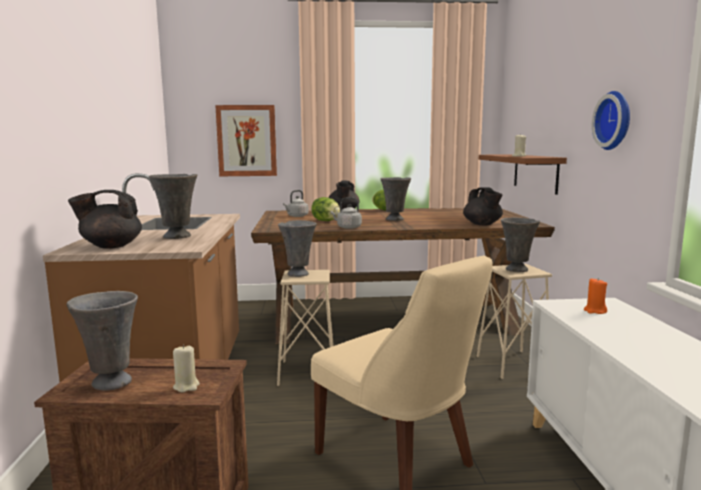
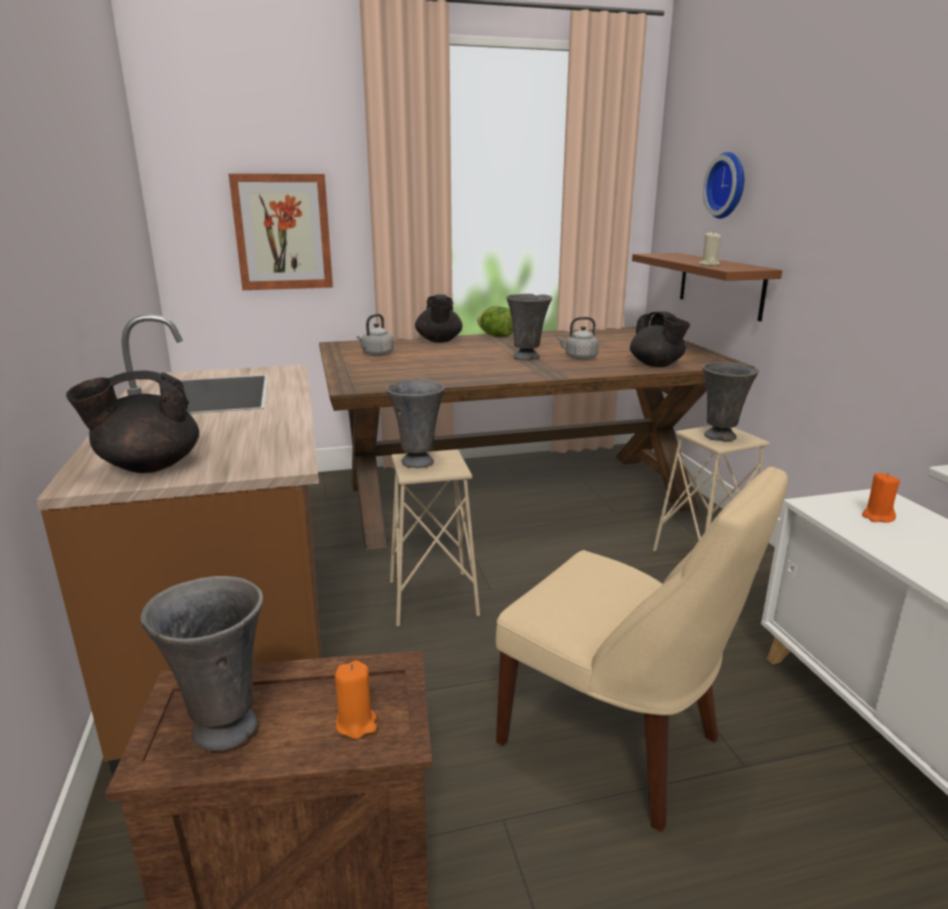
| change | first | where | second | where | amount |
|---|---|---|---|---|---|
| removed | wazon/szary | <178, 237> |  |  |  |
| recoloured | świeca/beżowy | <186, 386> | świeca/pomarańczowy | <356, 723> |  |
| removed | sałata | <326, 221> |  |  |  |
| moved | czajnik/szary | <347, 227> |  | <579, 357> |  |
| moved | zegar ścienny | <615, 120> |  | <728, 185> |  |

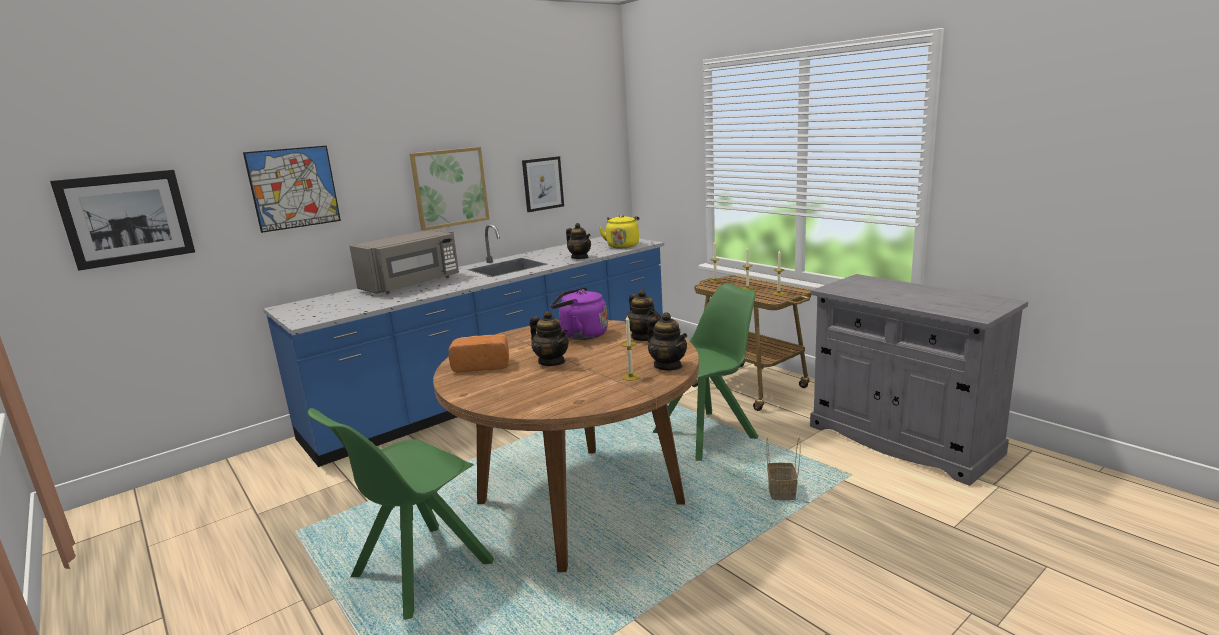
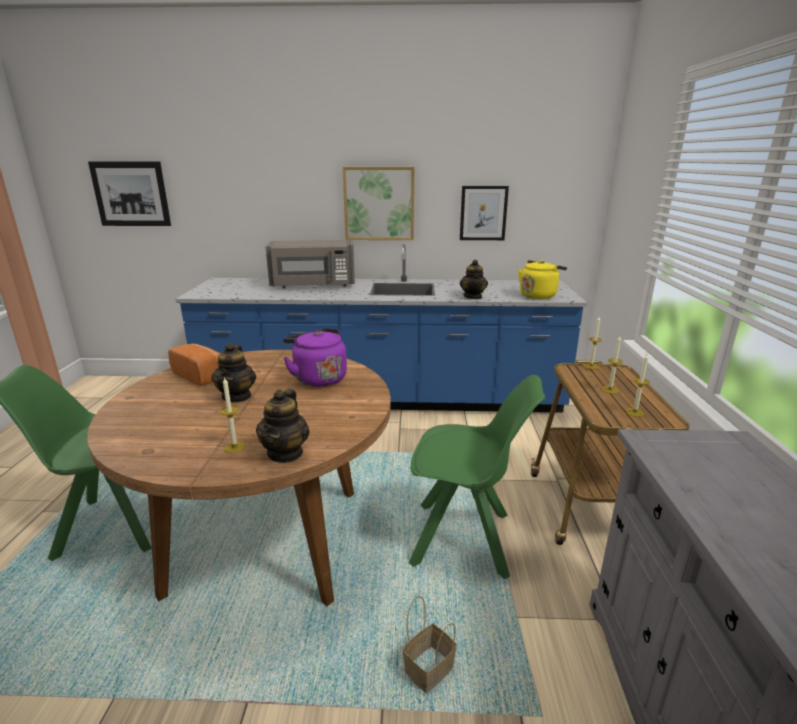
| change | first | where | second | where | amount |
|---|---|---|---|---|---|
| removed | obraz | <294, 188> |  |  |  |
| removed | imbryk | <644, 337> |  |  |  |

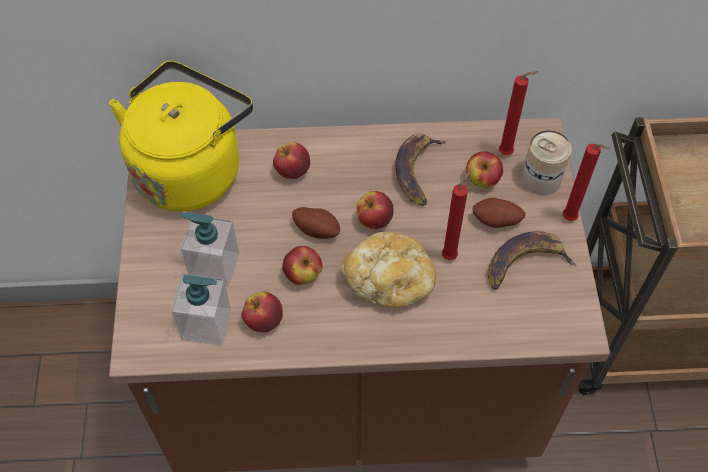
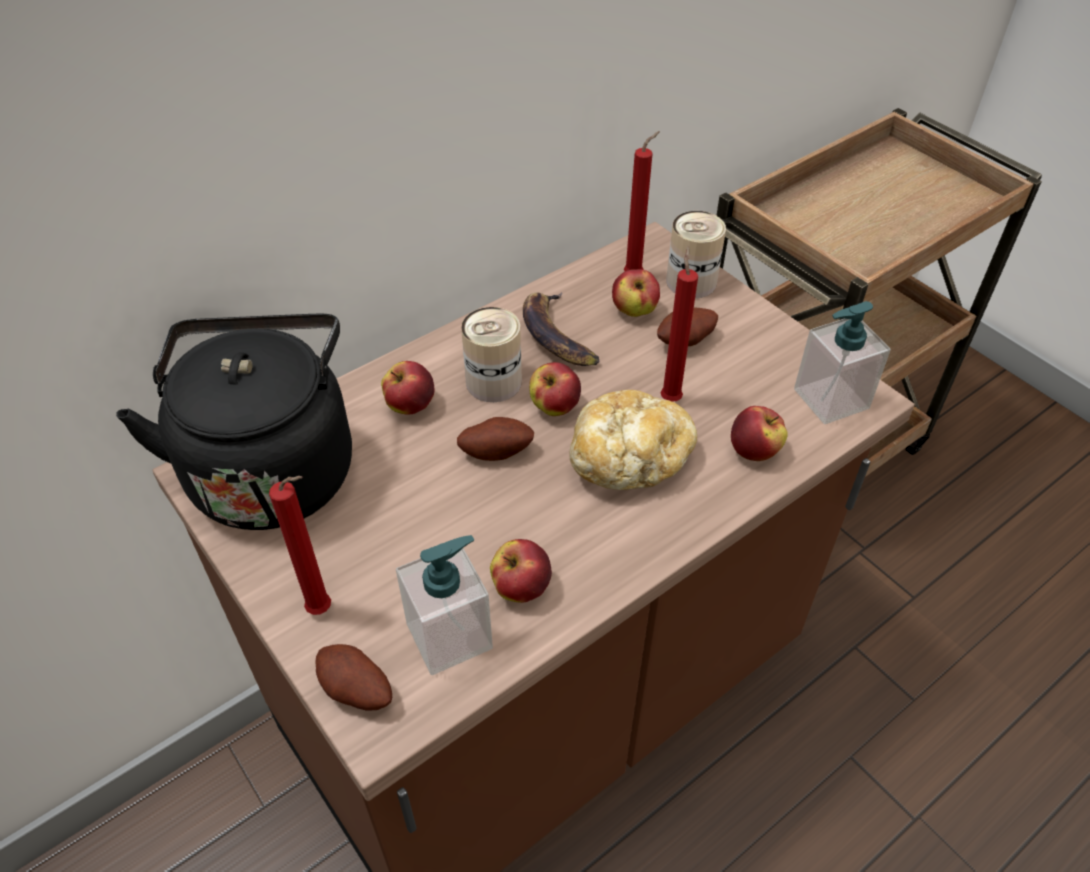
| change | first | where | second | where | amount |
|---|---|---|---|---|---|
| recoloured | czajnik/żółty | <191, 168> | czajnik/czarny | <272, 467> |  |
| moved | dozownik mydła | <214, 266> |  | <830, 399> |  |
| moved | jabłko | <303, 275> |  | <754, 451> |  |
| removed | banan | <525, 262> |  |  |  |
| moved | świeca/czerwony | <571, 219> |  | <324, 610> |  |
| added |  |  | ziemniak | <355, 692> |  |
| added |  |  | puszka | <493, 382> |  |

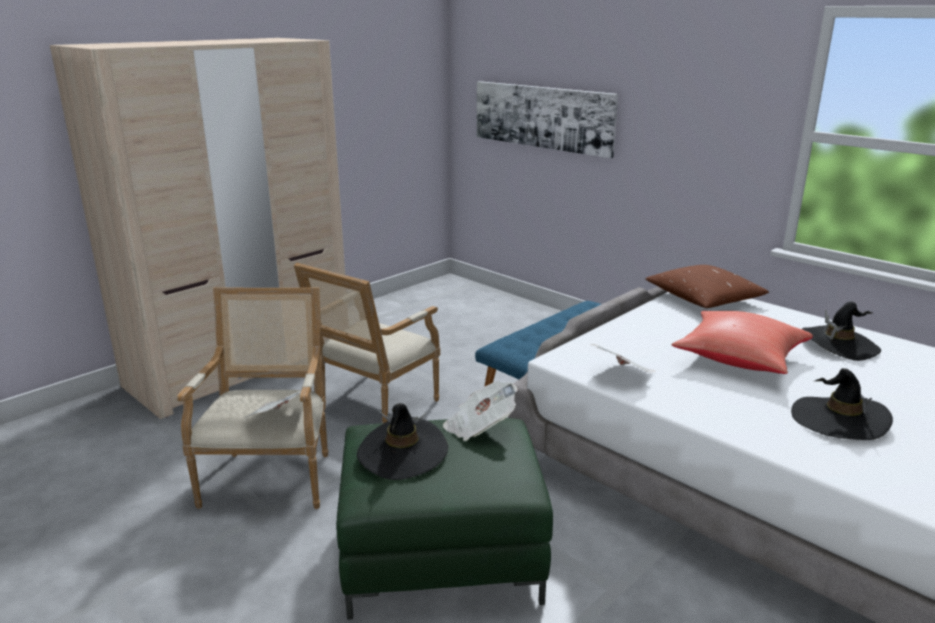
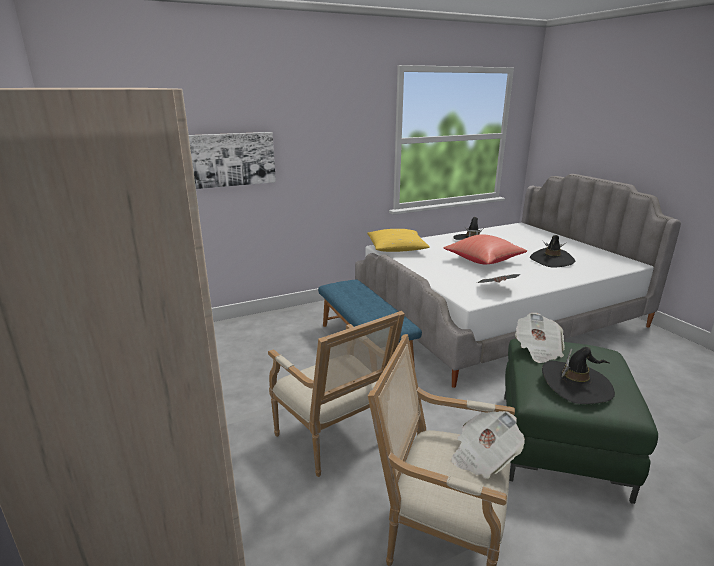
| change | first | where | second | where | amount |
|---|---|---|---|---|---|
| recoloured | poduszka/brązowy | <704, 299> | poduszka/żółty | <396, 248> |  |

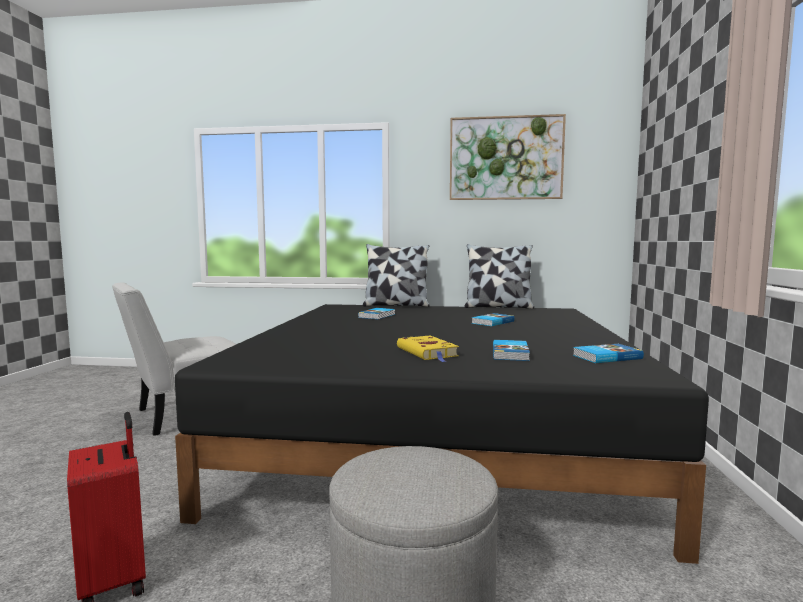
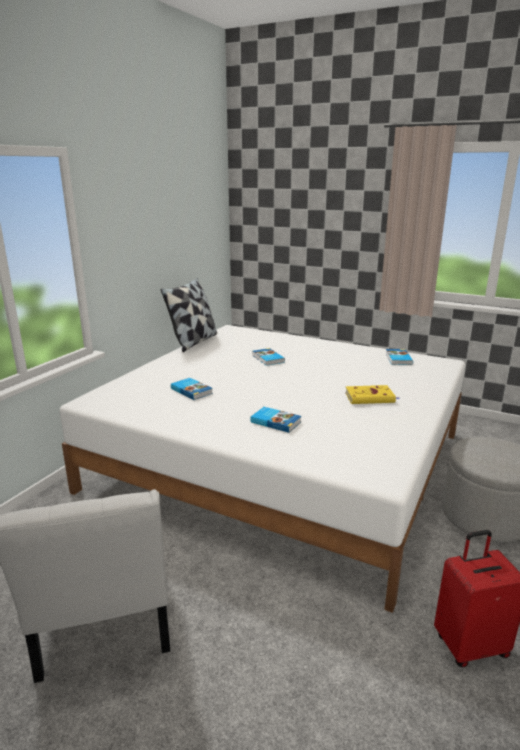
| change | first | where | second | where | amount |
|---|---|---|---|---|---|
| recoloured | łóżko/czarny | <438, 435> | łóżko/biały | <281, 461> |  |
| removed | poduszka | <396, 305> |  |  |  |
| removed | obraz | <505, 158> |  |  |  |
| moved | książka | <511, 353> |  | <276, 421> |  |

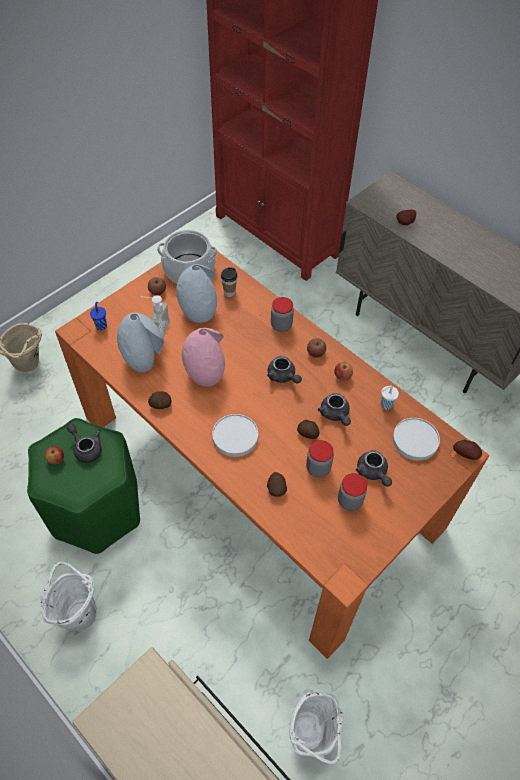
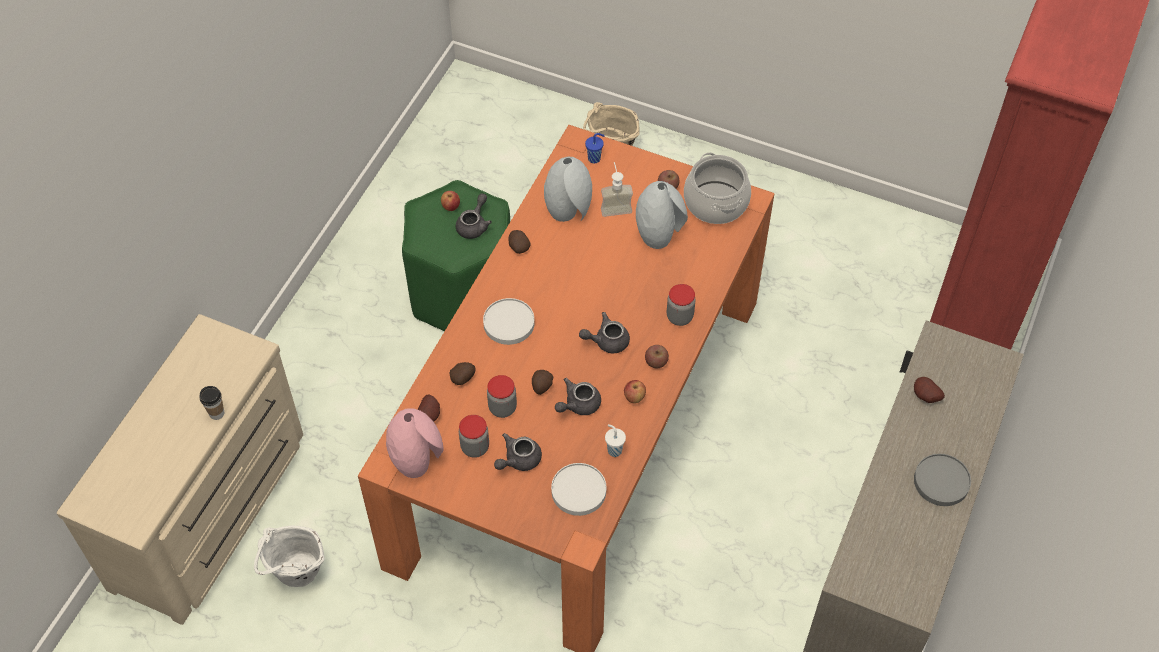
| change | first | where | second | where | amount |
|---|---|---|---|---|---|
| removed | wiadro/biały | <78, 611> |  |  |  |
| moved | wazon/różowy | <205, 373> |  | <417, 460> |  |
| moved | filiżanka | <229, 292> |  | <216, 413> |  |
| turned | imbryk/szary | <283, 377> |  | <606, 341> | 45 degrees clockwise |
| moved | ziemniak | <466, 453> |  | <430, 415> |  |
| added |  |  | talerz/szary | <941, 482> |  |

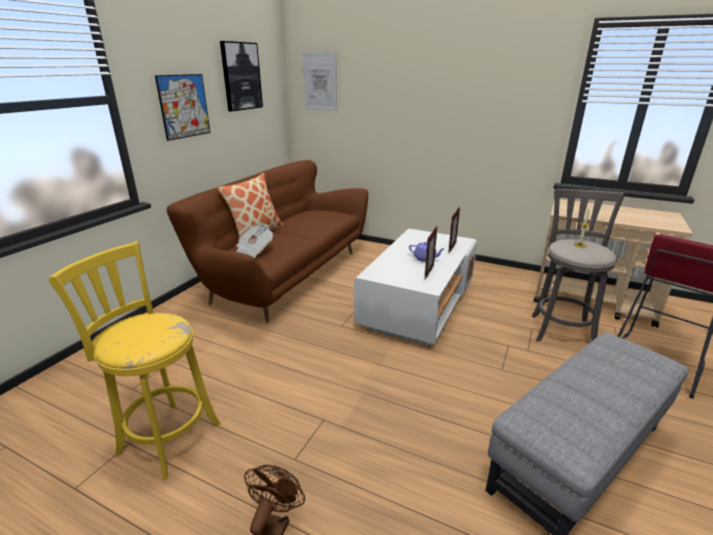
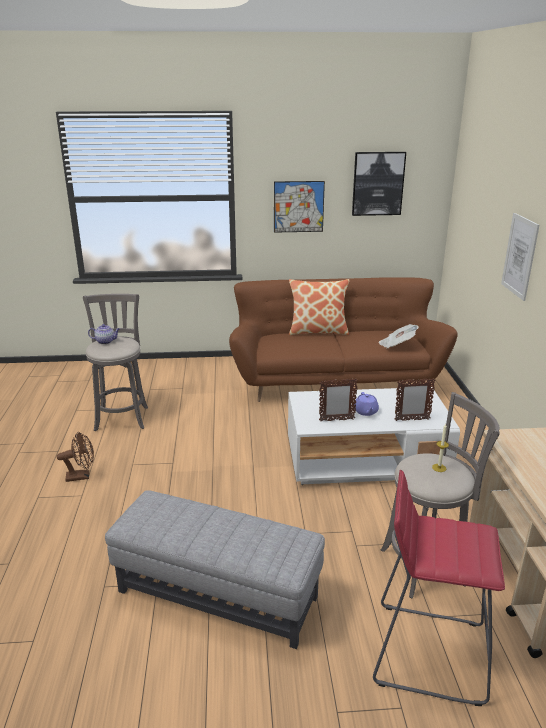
| change | first | where | second | where | amount |
|---|---|---|---|---|---|
| recoloured | stołek/żółty | <166, 436> | stołek/szary | <122, 417> |  |
| moved | gazeta | <253, 252> |  | <397, 345> |  |
| moved | obraz | <320, 81> |  | <519, 256> |  |
| added |  |  | imbryk | <106, 341> |  |

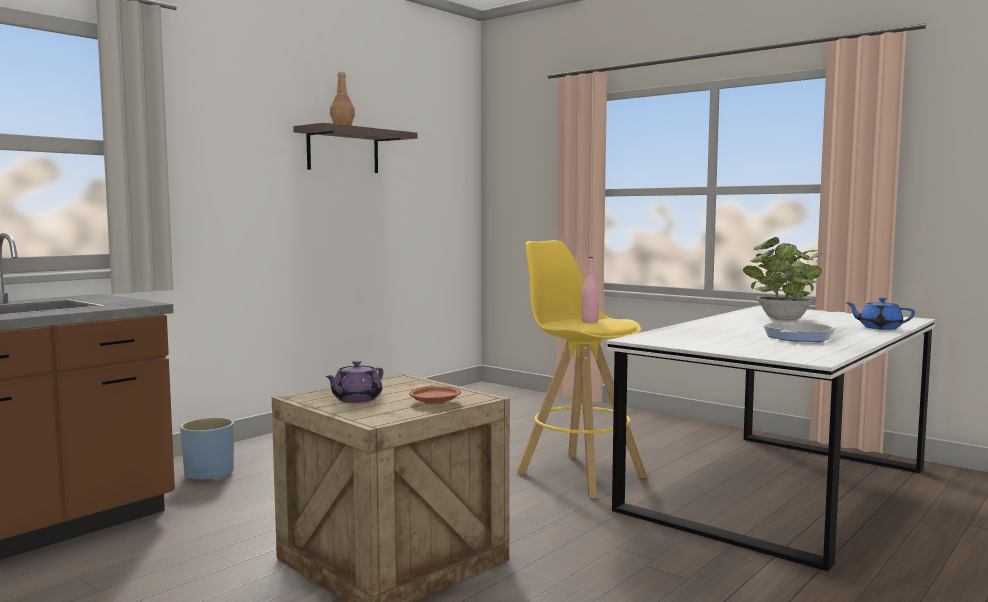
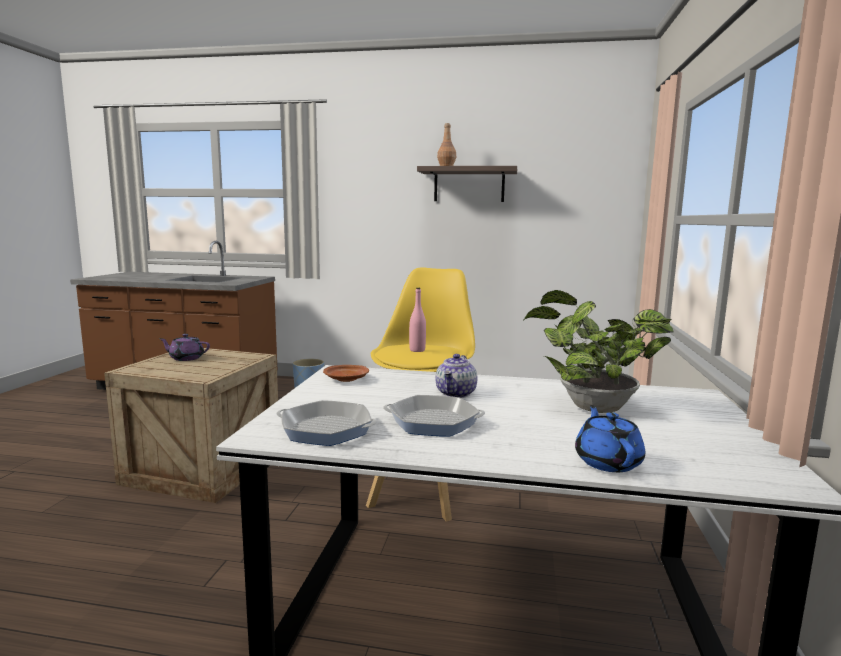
| change | first | where | second | where | amount |
|---|---|---|---|---|---|
| moved | talerz/brązowy | <435, 402> |  | <347, 379> |  |
| added |  |  | patelnia | <326, 430> |  |
| added |  |  | imbryk | <456, 394> |  |

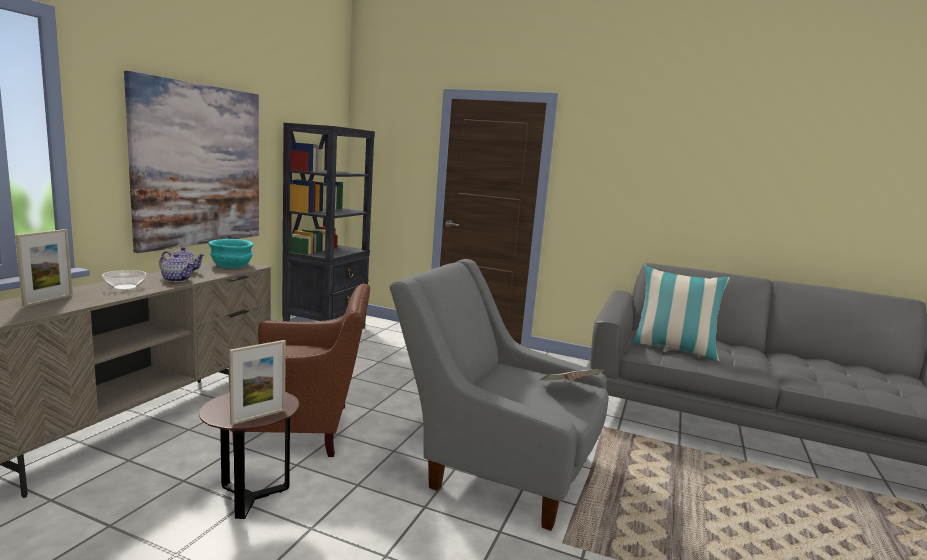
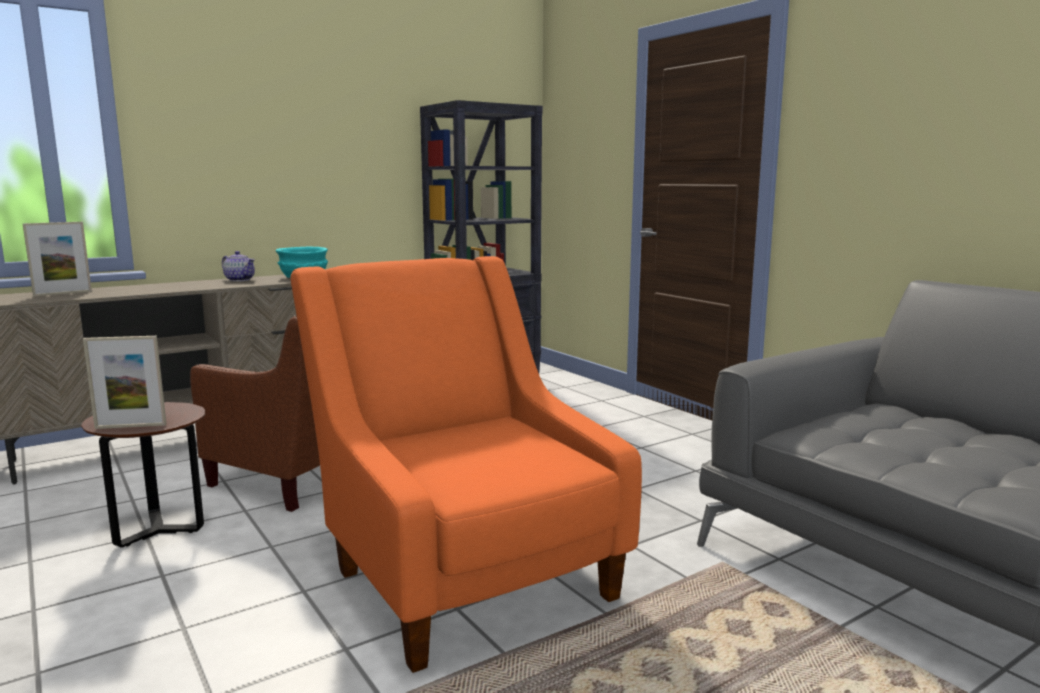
| change | first | where | second | where | amount |
|---|---|---|---|---|---|
| removed | miska | <125, 287> |  |  |  |
| removed | obraz | <199, 165> |  |  |  |
| removed | imbryk | <177, 280> |  |  |  |
| recoloured | fotel/szary | <497, 467> | fotel/pomarańczowy | <463, 572> |  |
| removed | gazeta | <568, 391> |  |  |  |
| removed | poduszka | <673, 348> |  |  |  |

